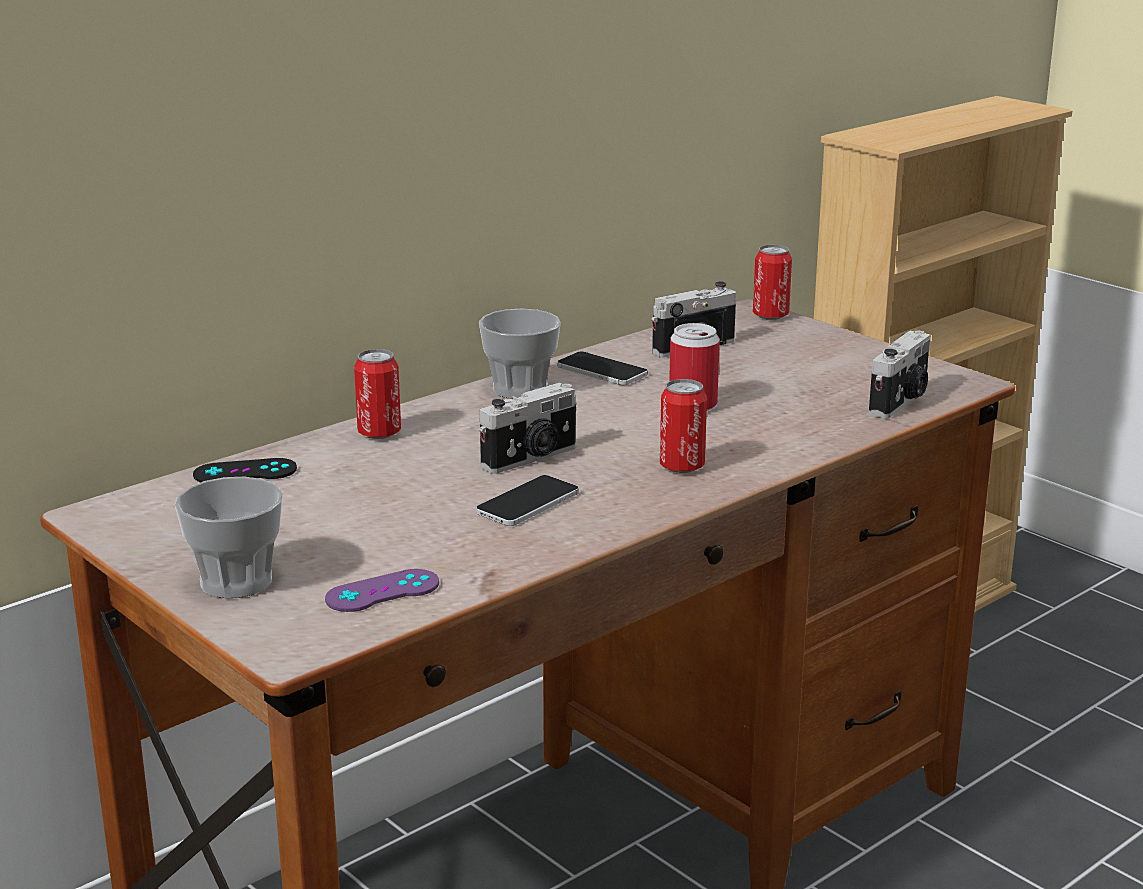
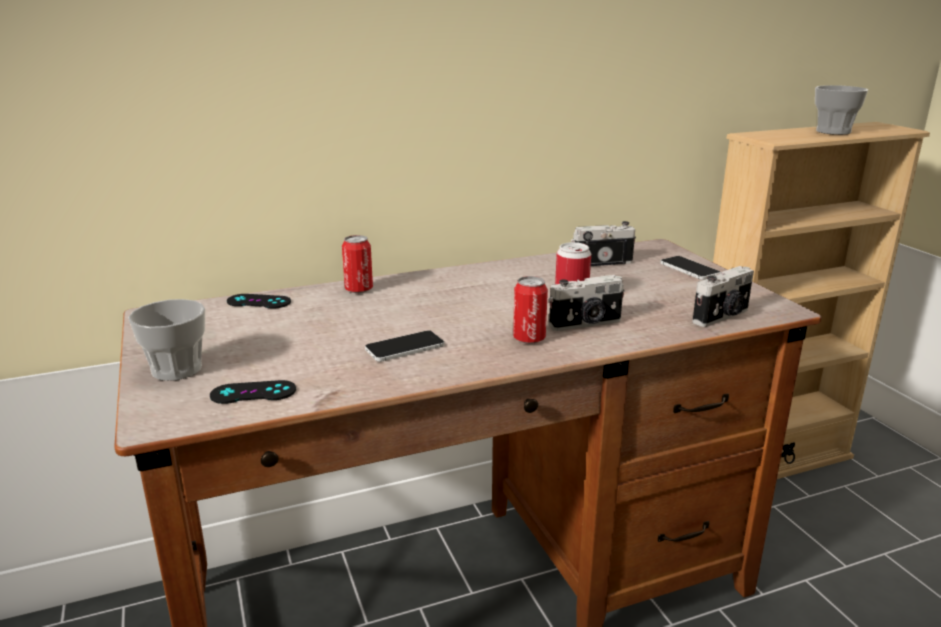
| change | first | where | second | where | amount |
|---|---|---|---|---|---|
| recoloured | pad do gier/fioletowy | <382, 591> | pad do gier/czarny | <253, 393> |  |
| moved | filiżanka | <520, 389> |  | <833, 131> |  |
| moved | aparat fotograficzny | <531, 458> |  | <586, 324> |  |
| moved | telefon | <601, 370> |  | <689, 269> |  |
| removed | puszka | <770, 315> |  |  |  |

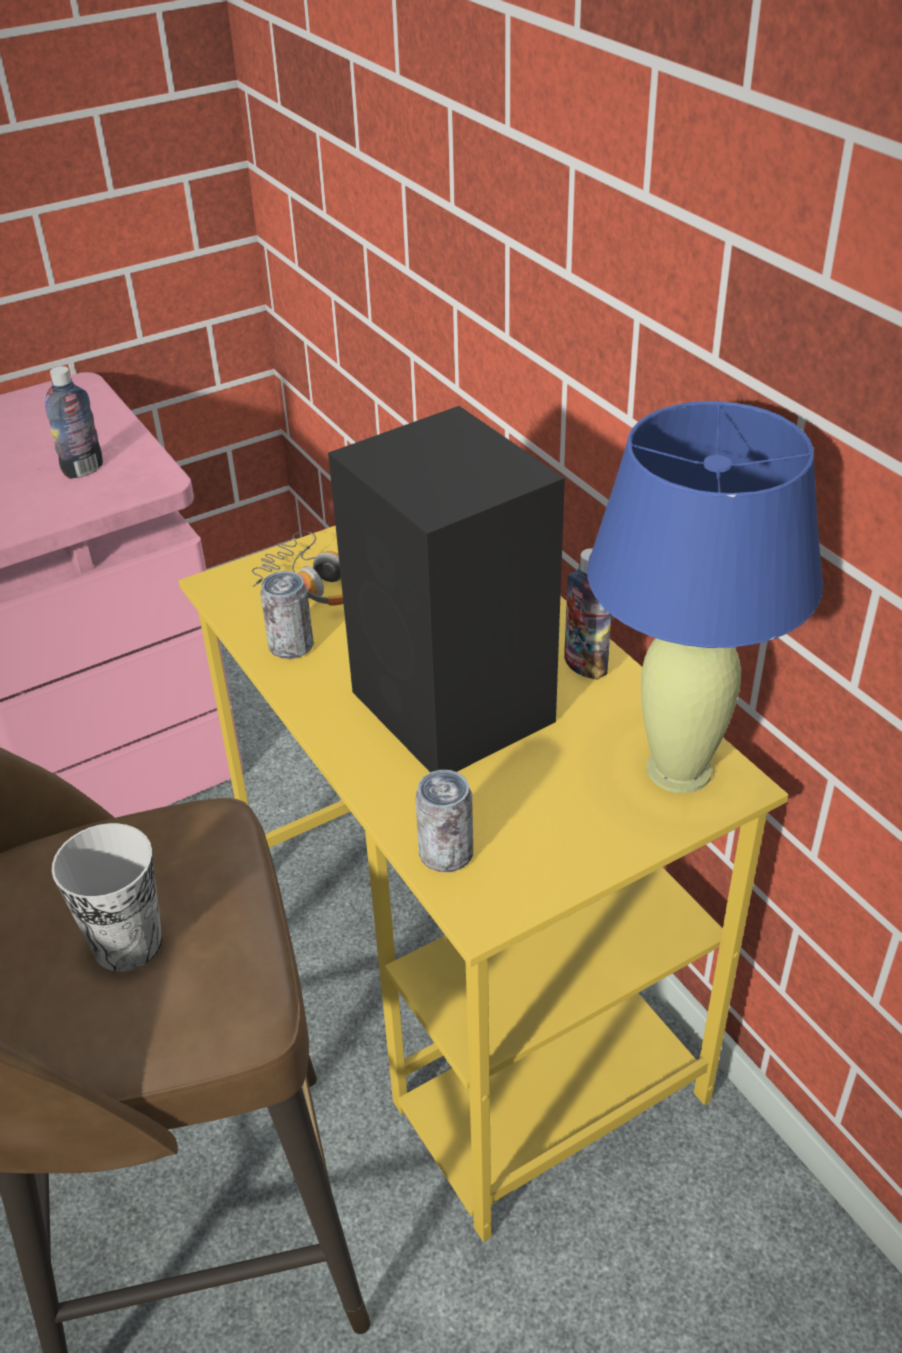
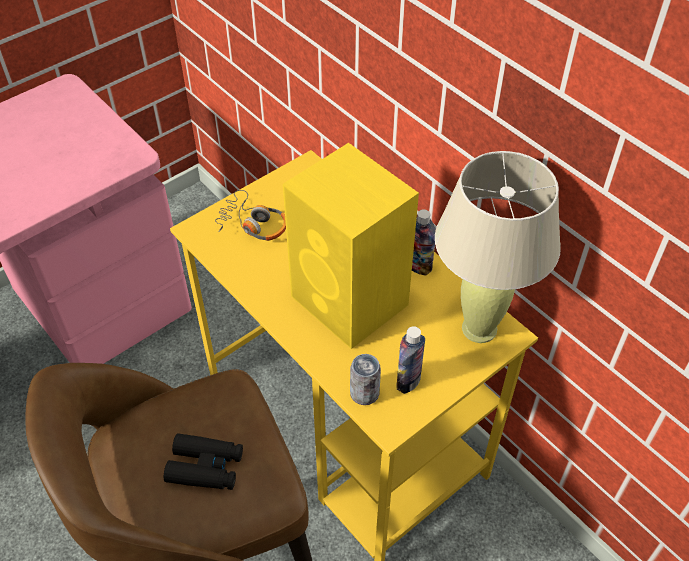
| change | first | where | second | where | amount |
|---|---|---|---|---|---|
| moved | butelka | <83, 469> |  | <408, 381> |  |
| replaced | filiżanka | <127, 943> | lornetka/czarny | <205, 467> |  |
| removed | puszka | <291, 646> |  |  |  |
| recoloured | głośnik/czarny | <455, 709> | głośnik/żółty | <351, 302> |  |
| recoloured | lampa stołowa/niebieski | <678, 770> | lampa stołowa/beżowy | <479, 329> |  |

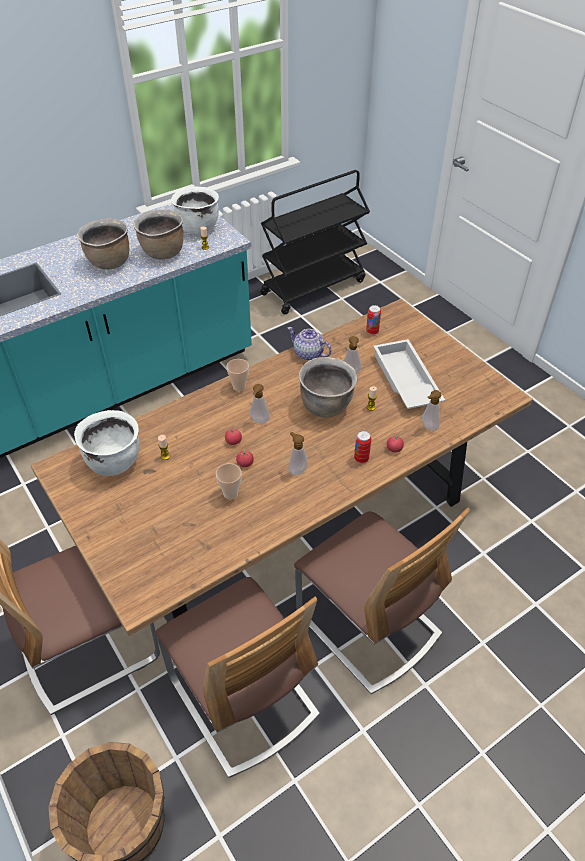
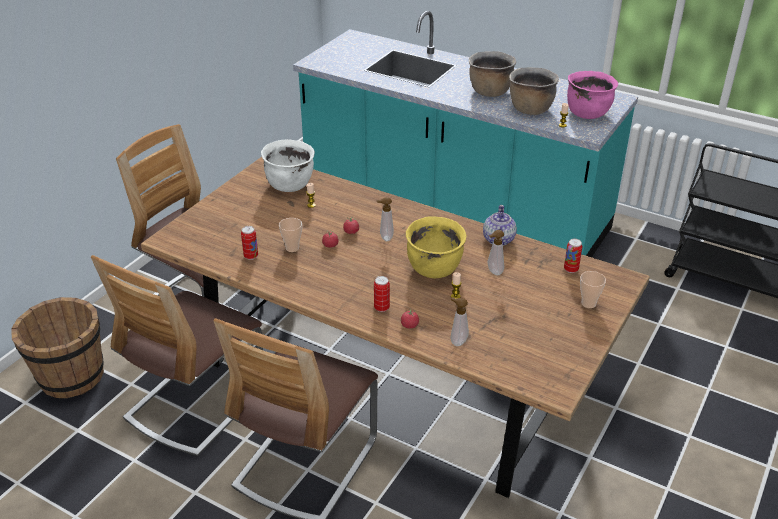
| change | first | where | second | where | amount |
|---|---|---|---|---|---|
| recoloured | garnek/biały | <198, 228> | garnek/różowy | <587, 113> |  |
| moved | filiżanka | <239, 387> |  | <588, 303> |  |
| removed | dozownik mydła | <296, 470> |  |  |  |
| recoloured | garnek/brązowy | <326, 406> | garnek/żółty | <435, 269> |  |
| removed | taca/biały | <404, 381> |  |  |  |
| added |  |  | puszka | <251, 256> |  |

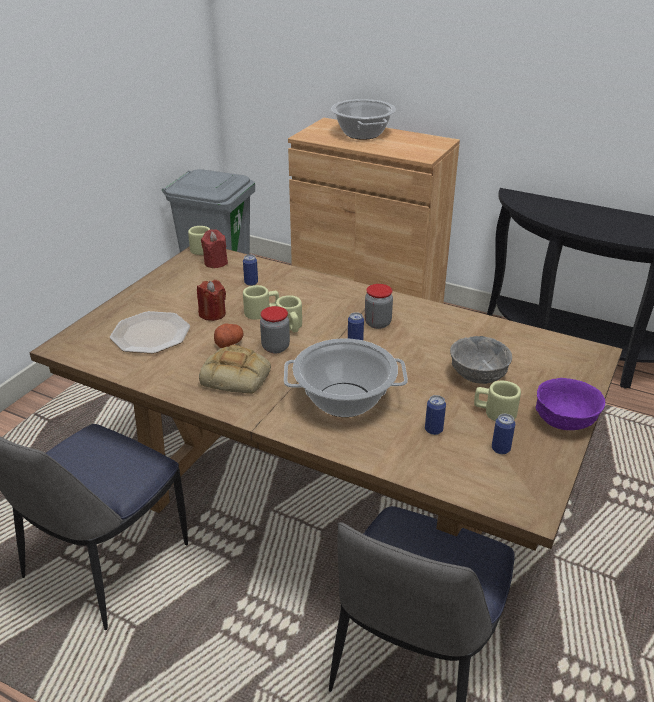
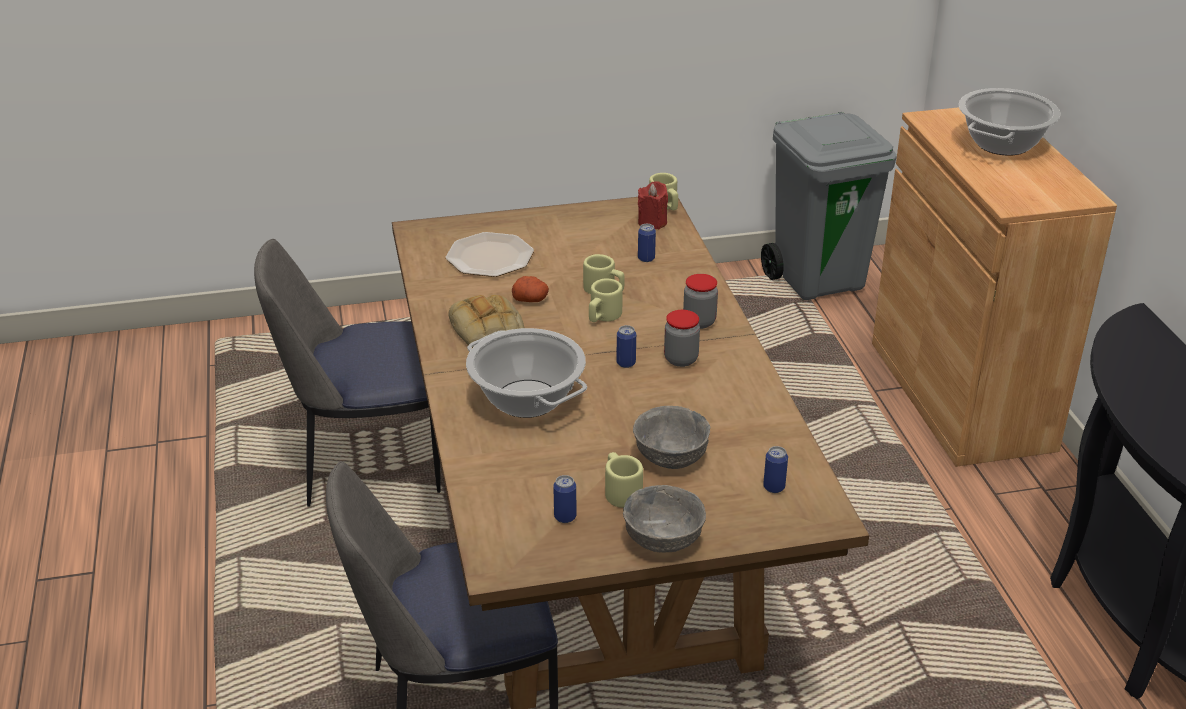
| change | first | where | second | where | amount |
|---|---|---|---|---|---|
| removed | świeca/czerwony | <212, 314> |  |  |  |
| moved | słoik | <275, 347> |  | <699, 322> |  |
| moved | puszka | <433, 430> |  | <774, 487> |  |
| recoloured | miska/fioletowy | <564, 421> | miska/szary | <662, 540> |  |

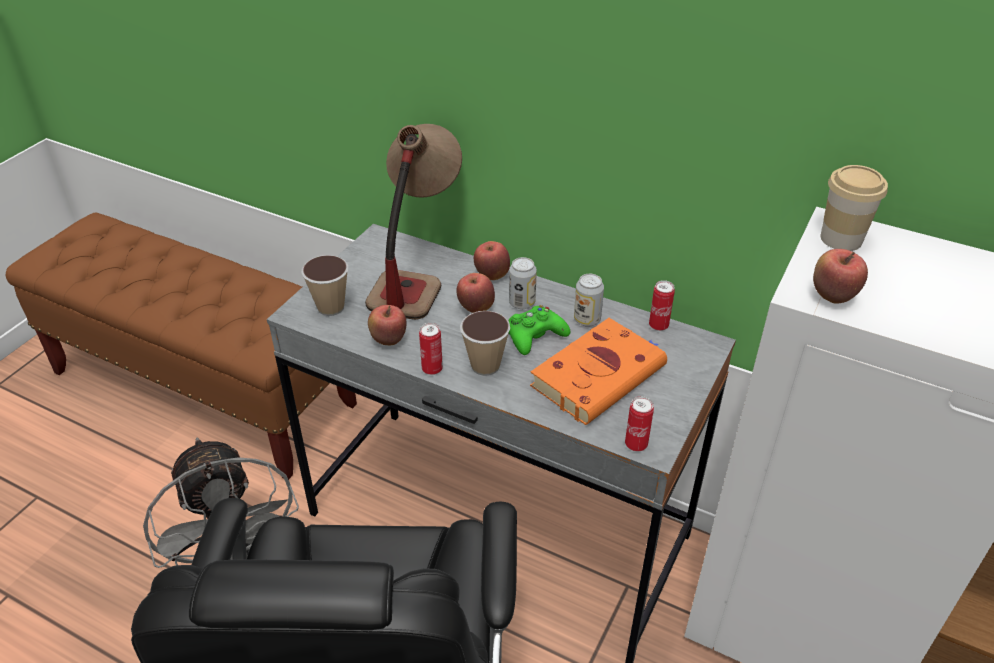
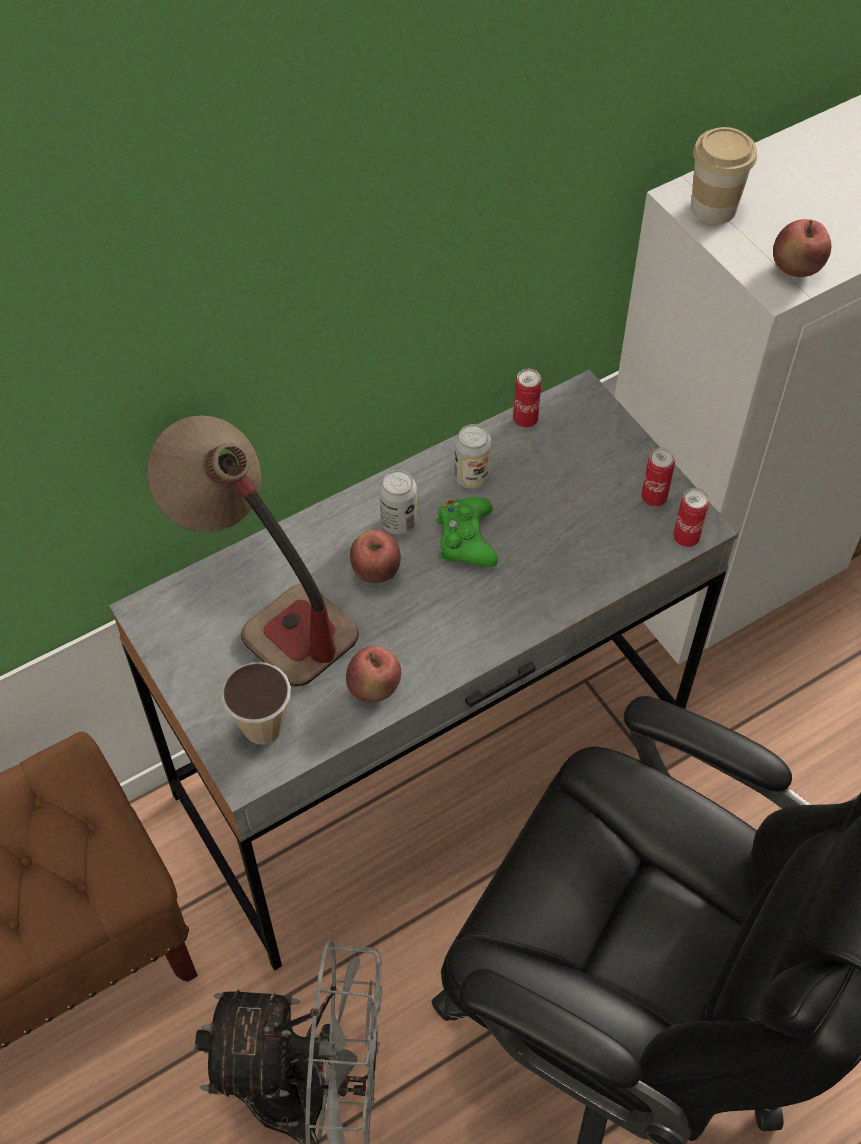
| change | first | where | second | where | amount |
|---|---|---|---|---|---|
| moved | puszka | <432, 369> |  | <653, 498> |  |
| removed | filiżanka | <485, 366> |  |  |  |
| removed | jabłko | <492, 275> |  |  |  |
| removed | książka/pomarańczowy | <600, 374> |  |  |  |

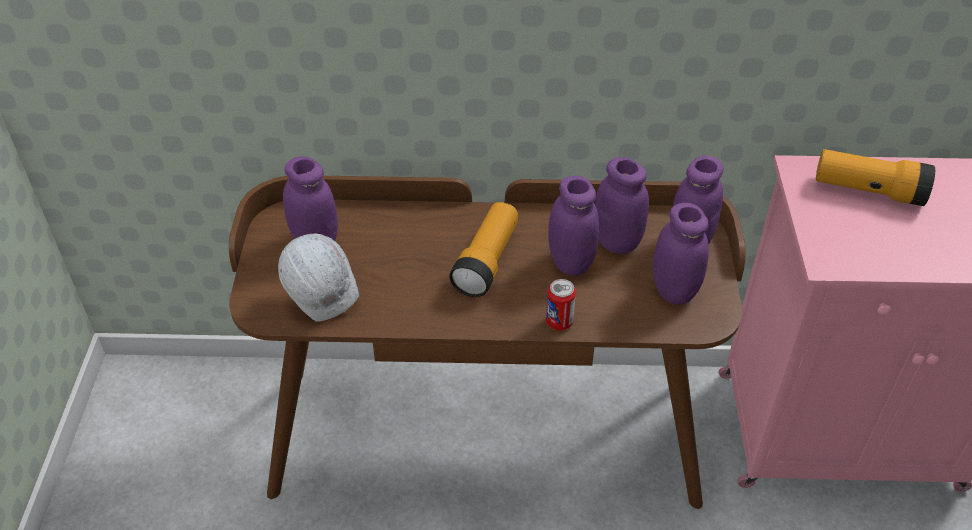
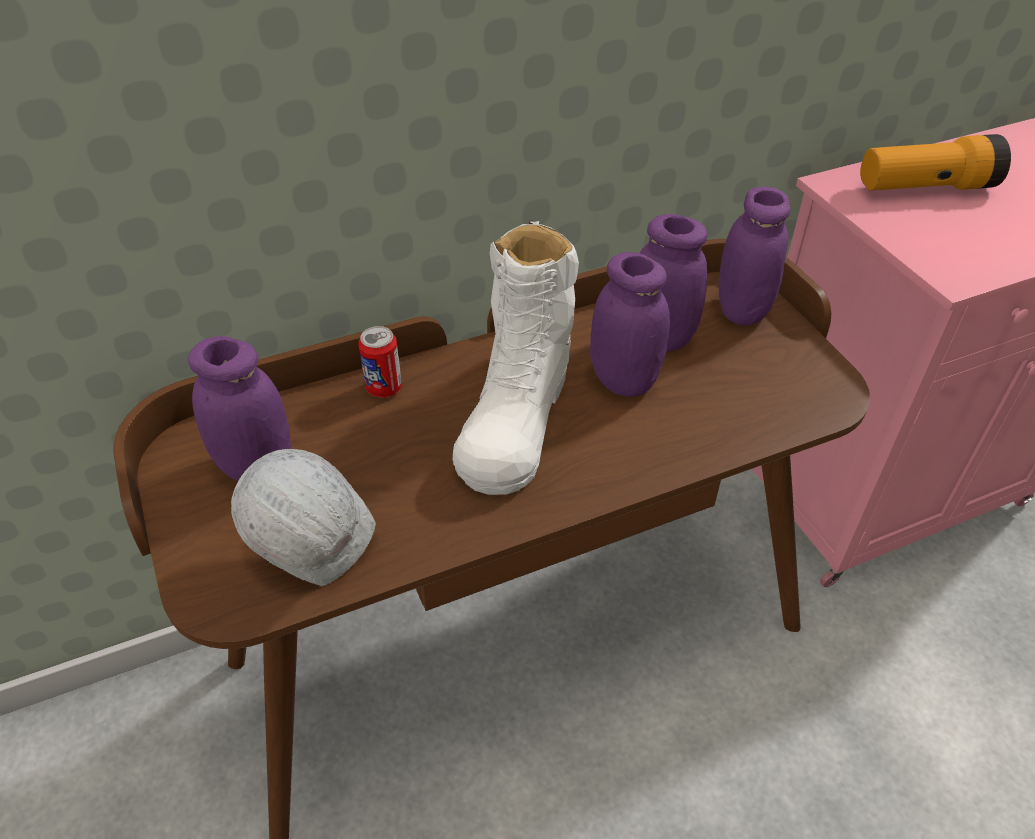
| change | first | where | second | where | amount |
|---|---|---|---|---|---|
| replaced | latarka | <487, 261> | but z cholewką/biały | <517, 414> |  |
| moved | puszka | <559, 322> |  | <384, 388> |  |
| removed | słoik/fioletowy | <674, 290> |  |  |  |

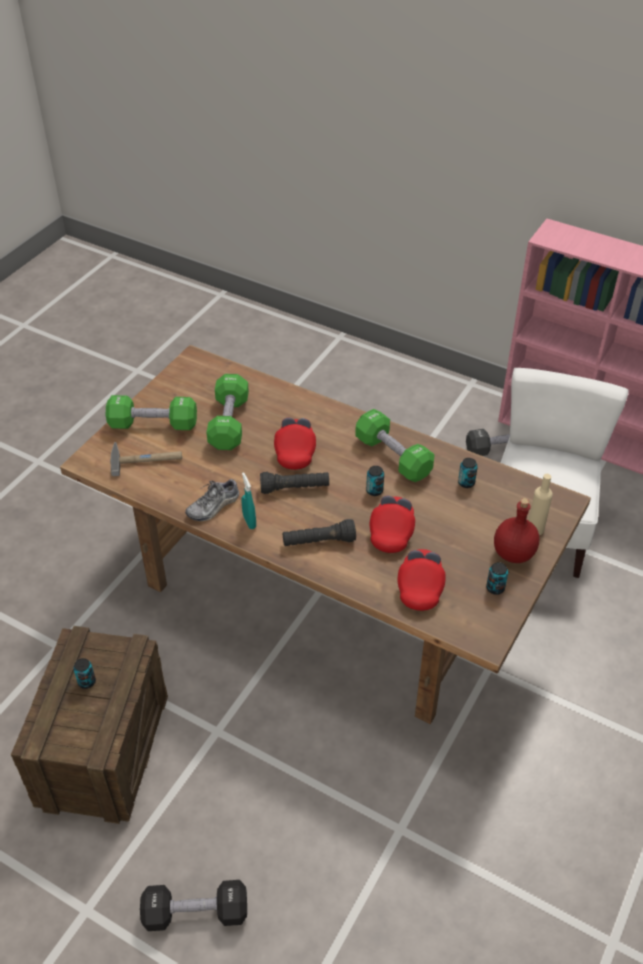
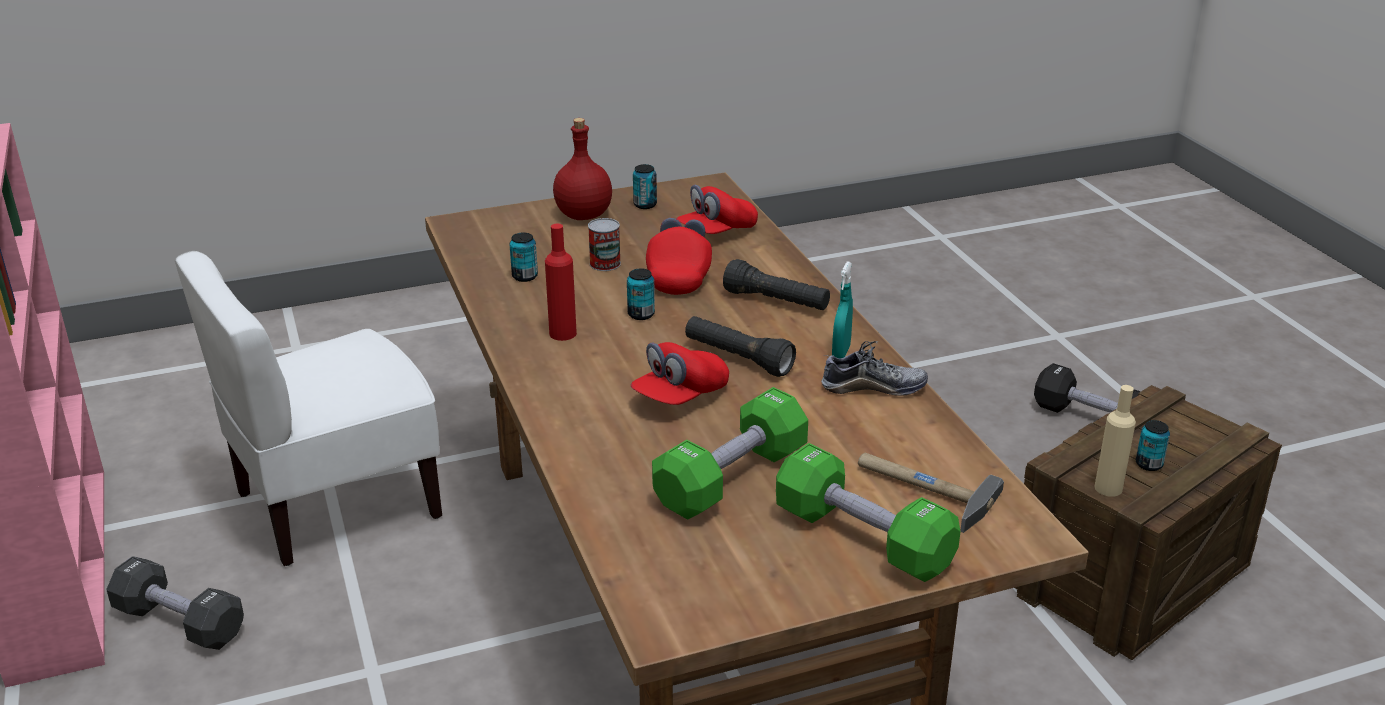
| change | first | where | second | where | amount |
|---|---|---|---|---|---|
| replaced | hantel/zielony | <393, 457> | butelka/czerwony | <563, 333> |  |
| turned | czapka z daszkiem/czerwony | <392, 532> |  | <679, 276> | 135 degrees clockwise |
| moved | butelka/beżowy | <535, 529> |  | <1108, 488> |  |
| added |  |  | puszka | <605, 264> |  |

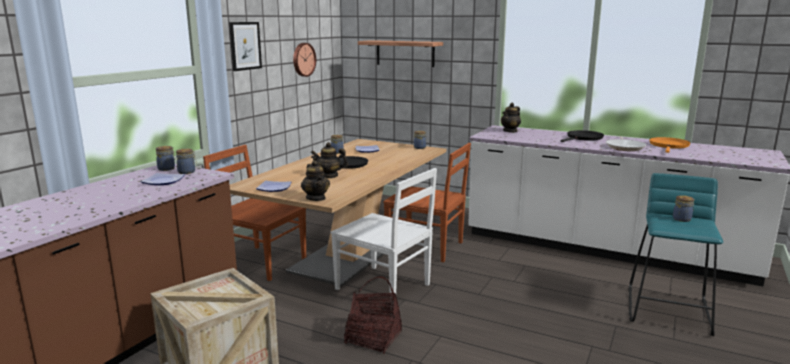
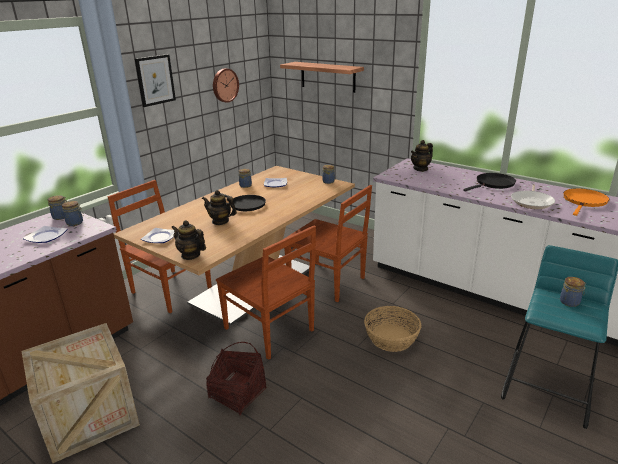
| change | first | where | second | where | amount |
|---|---|---|---|---|---|
| turned | imbryk | <316, 198> |  | <190, 255> | 135 degrees clockwise |
| recoloured | krzesło/biały | <384, 287> | krzesło/brązowy | <270, 330> |  |
| added |  |  | koszyk | <392, 338> |  |

